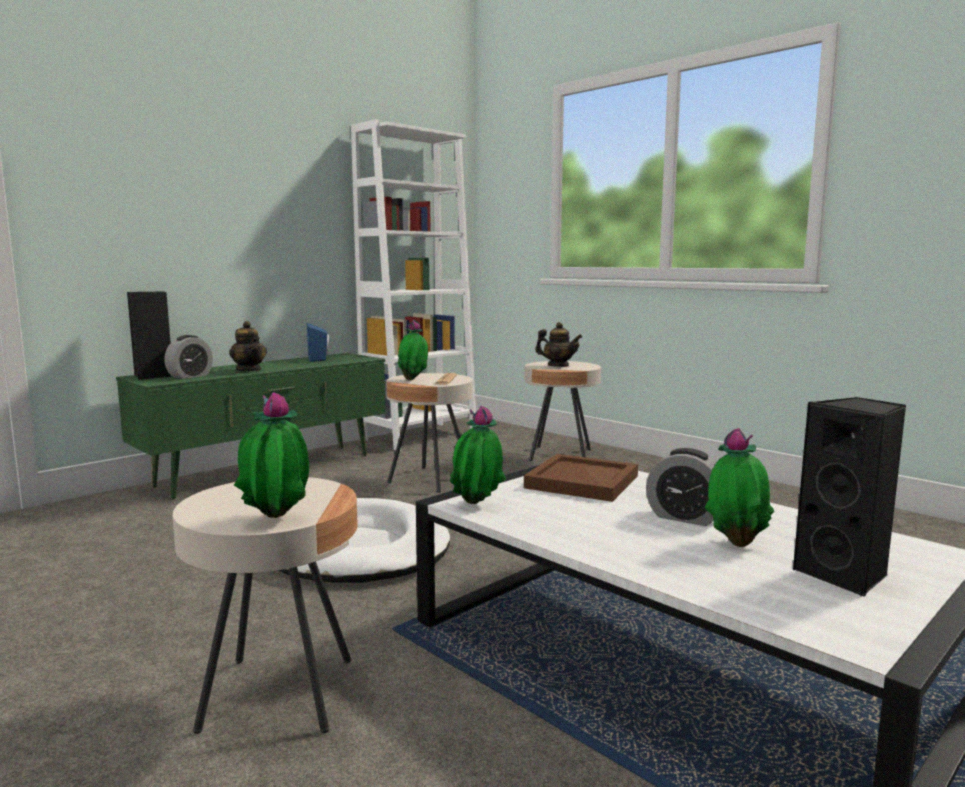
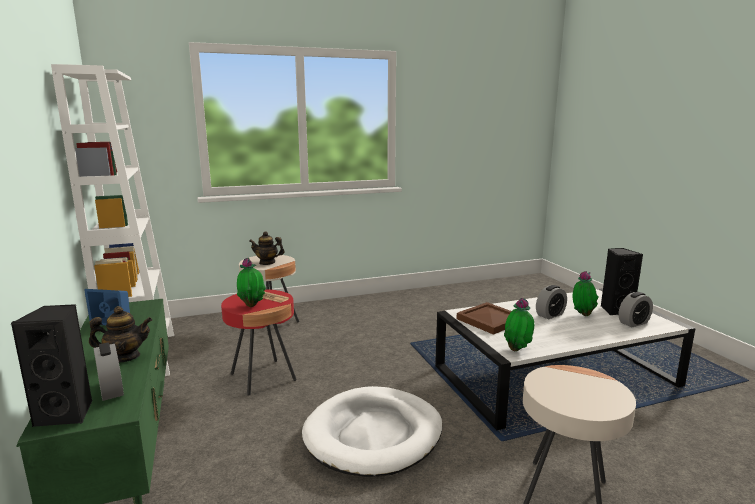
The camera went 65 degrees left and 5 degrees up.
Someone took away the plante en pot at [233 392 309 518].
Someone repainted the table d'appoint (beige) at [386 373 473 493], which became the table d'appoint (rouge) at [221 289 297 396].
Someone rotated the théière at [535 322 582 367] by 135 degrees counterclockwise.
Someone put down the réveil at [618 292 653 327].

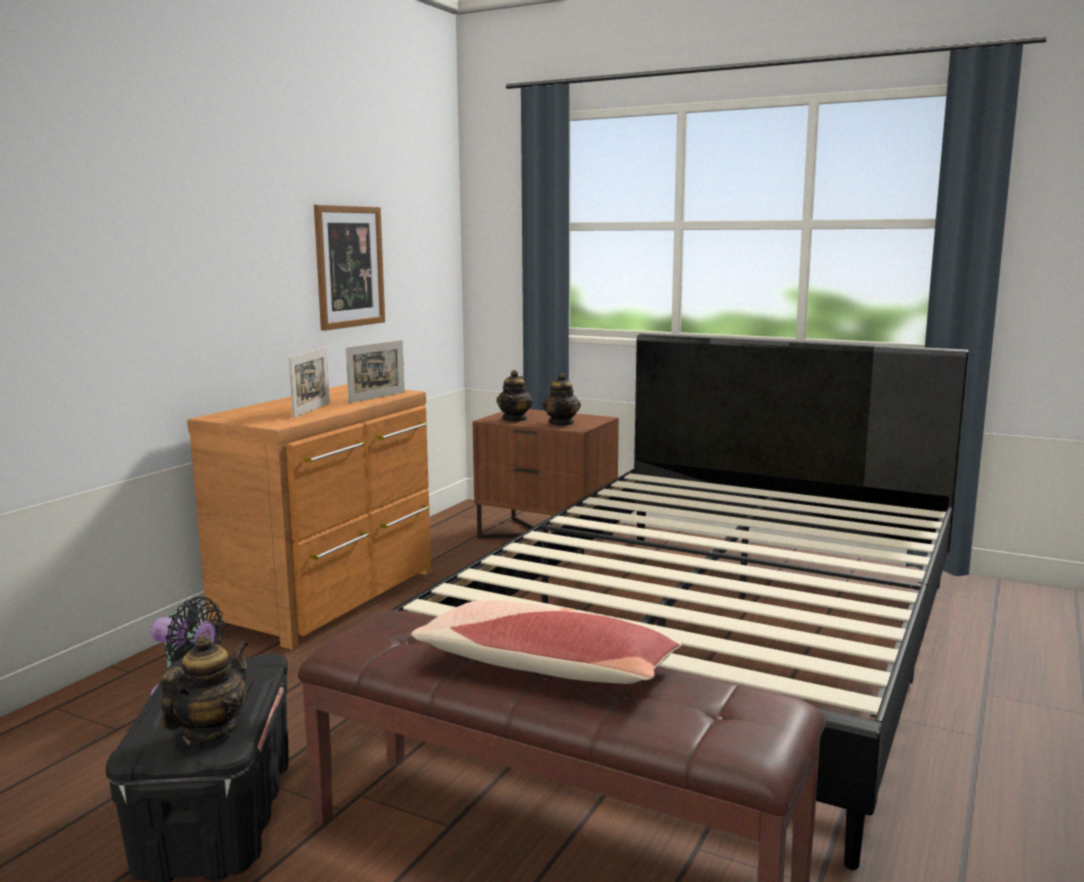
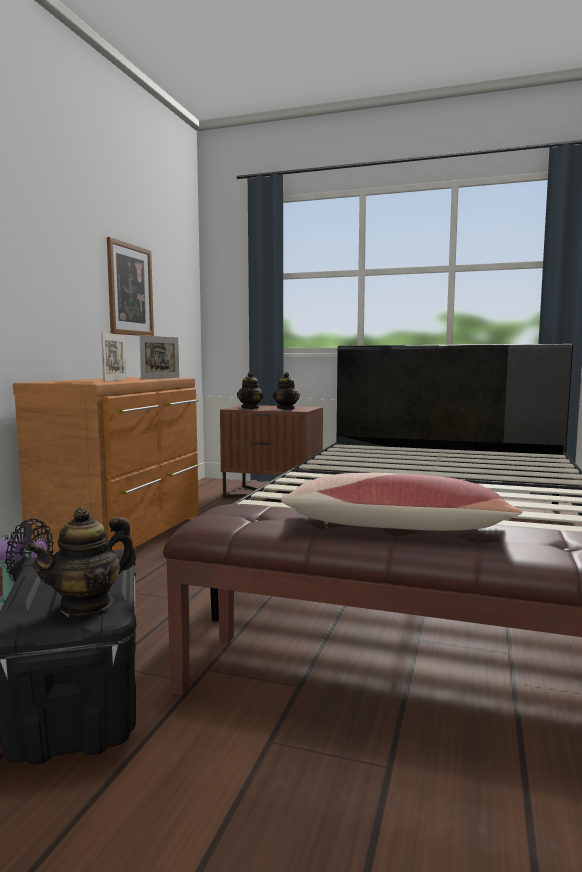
The camera went 10 degrees left and 5 degrees down.
Someone rotated the théière at [161 635 248 742] by 150 degrees counterclockwise.

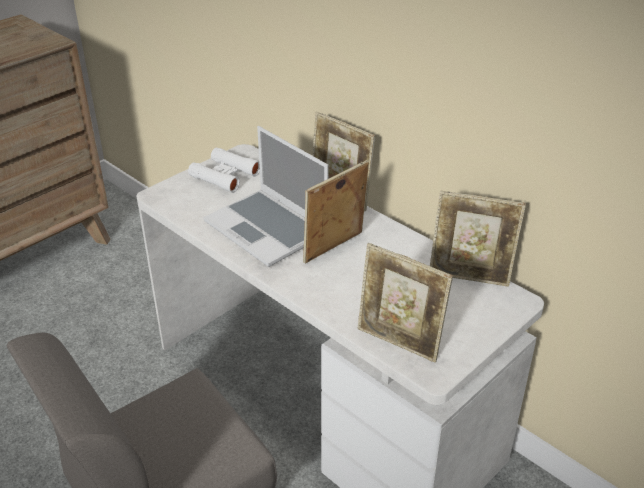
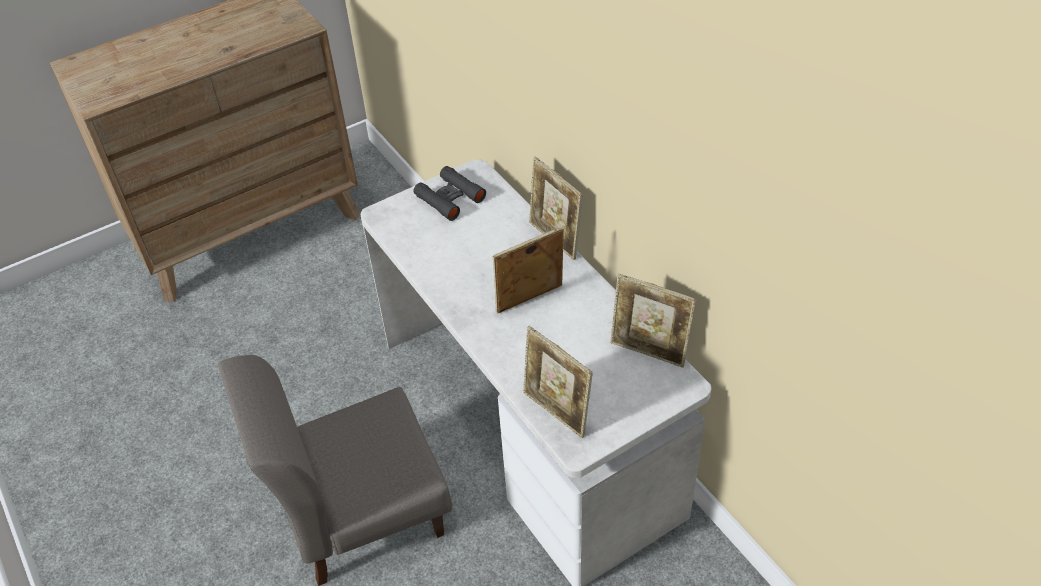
The camera went 15 degrees right and 10 degrees up.
Someone repainted the jumelles (blanc) at [188 148 260 193], which became the jumelles (noir) at [413 166 486 221].
Someone took away the ordinateur portable at [203 126 329 267].

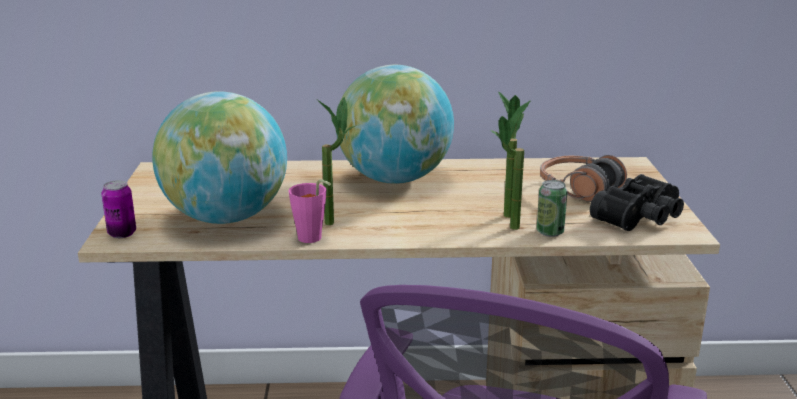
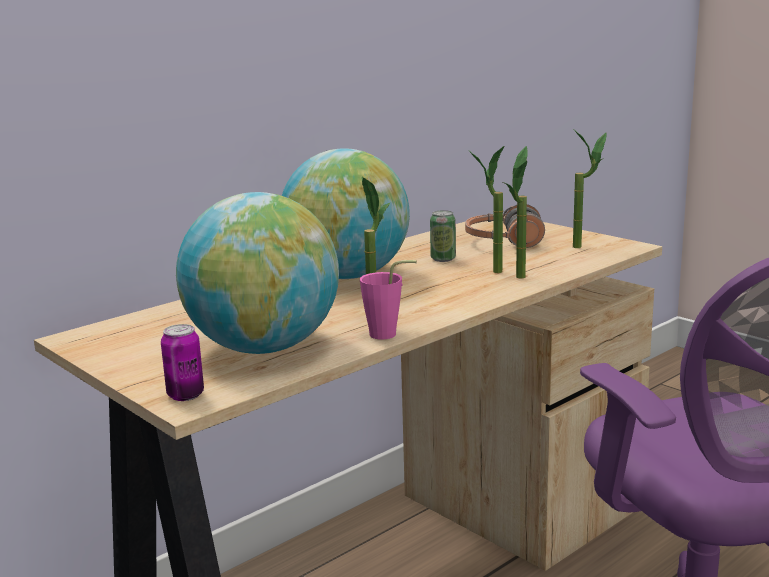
The camera went 40 degrees left and 5 degrees down.
Someone carried the boîte métallique from [536 180 568 237] to [430 210 456 262].
Someone swapped the jumelles (noir) at [590 174 684 231] for the plante en pot at [573 130 606 248].

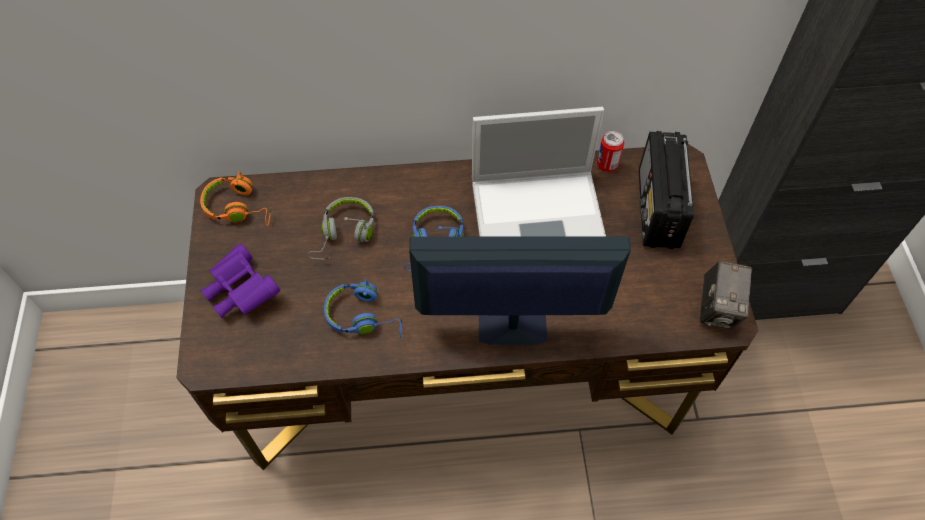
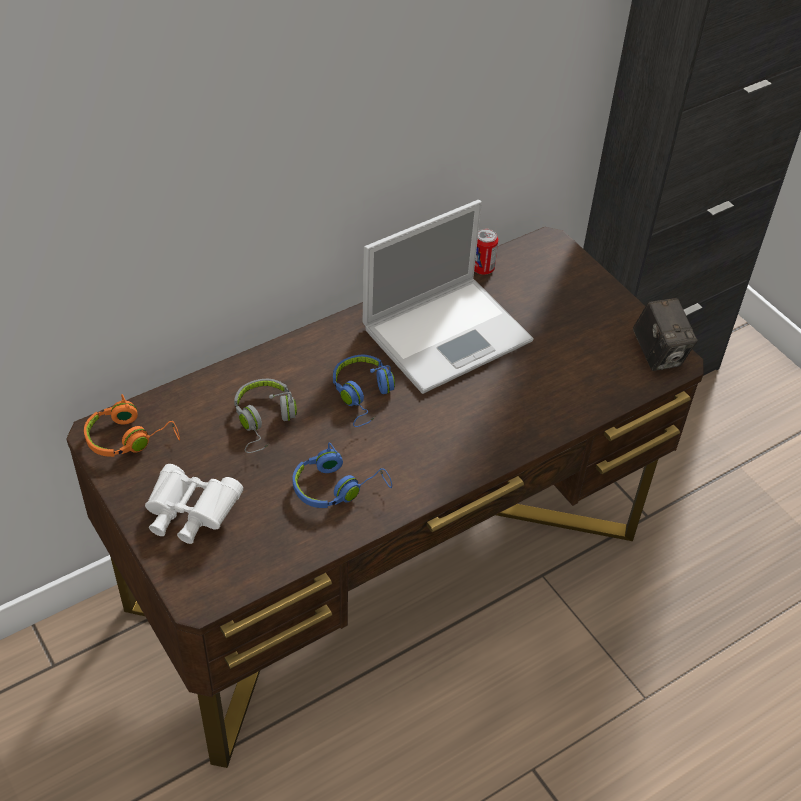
The camera went 30 degrees left and 10 degrees down.
Someone repainted the jumelles (violet) at [200 244 280 318], which became the jumelles (blanc) at [145 464 243 544].
Someone took away the écran d'ordinateur at [409 236 631 345].
Someone took away the radio at [639 131 694 249].

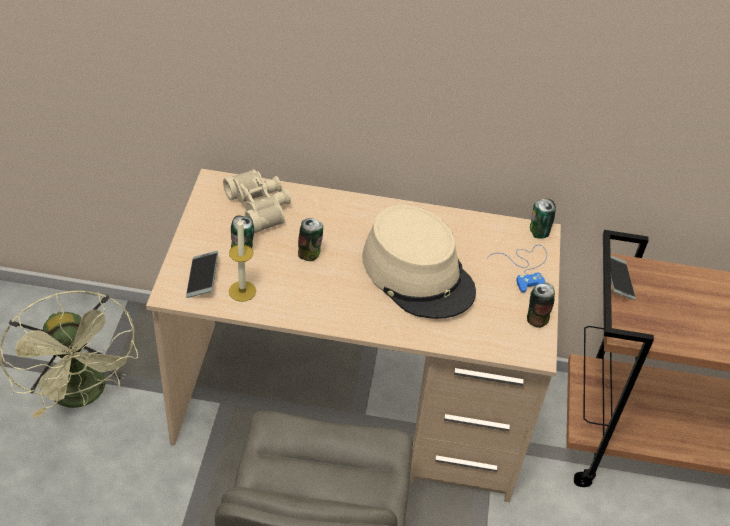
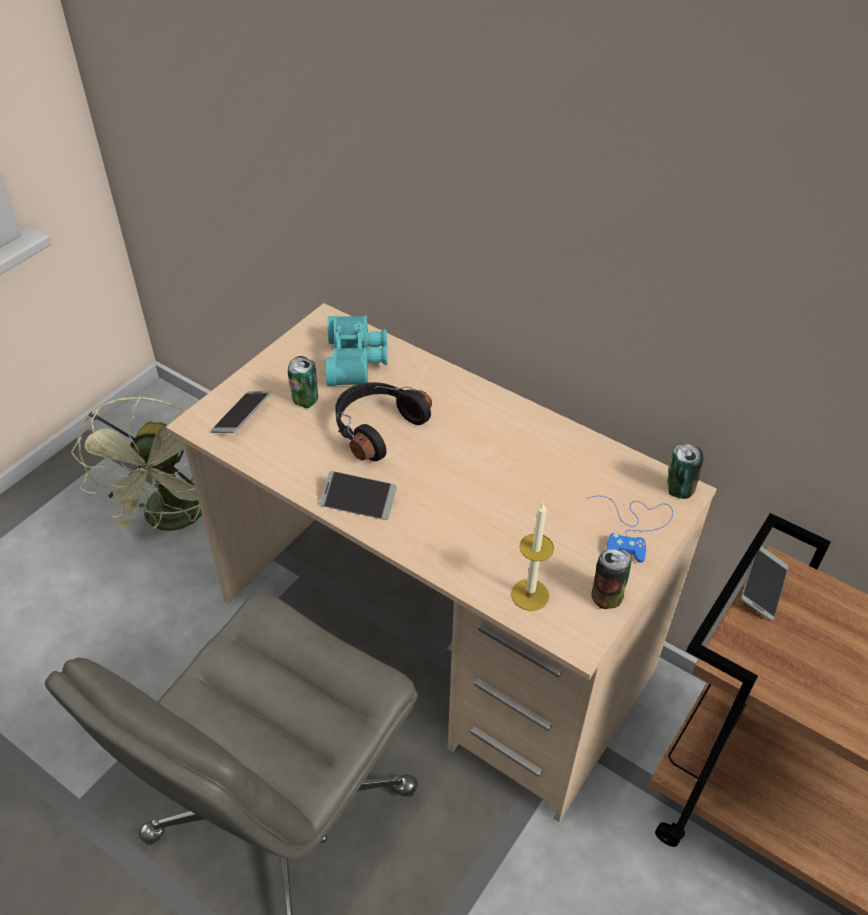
The camera went 30 degrees right and 0 degrees up.
Someone repainted the jumelles (beige) at [223 169 291 233], which became the jumelles (turquoise) at [326 315 388 386].
Someone carried the bougie from [229 219 256 302] to [511 503 554 611].
Someone swapped the boîte métallique at [298 218 323 261] for the casque audio (noir) at [335 382 432 461].
Someone took away the chapeau (beige) at [362 205 476 319].
Someone put down the téléphone at [320 471 397 520].

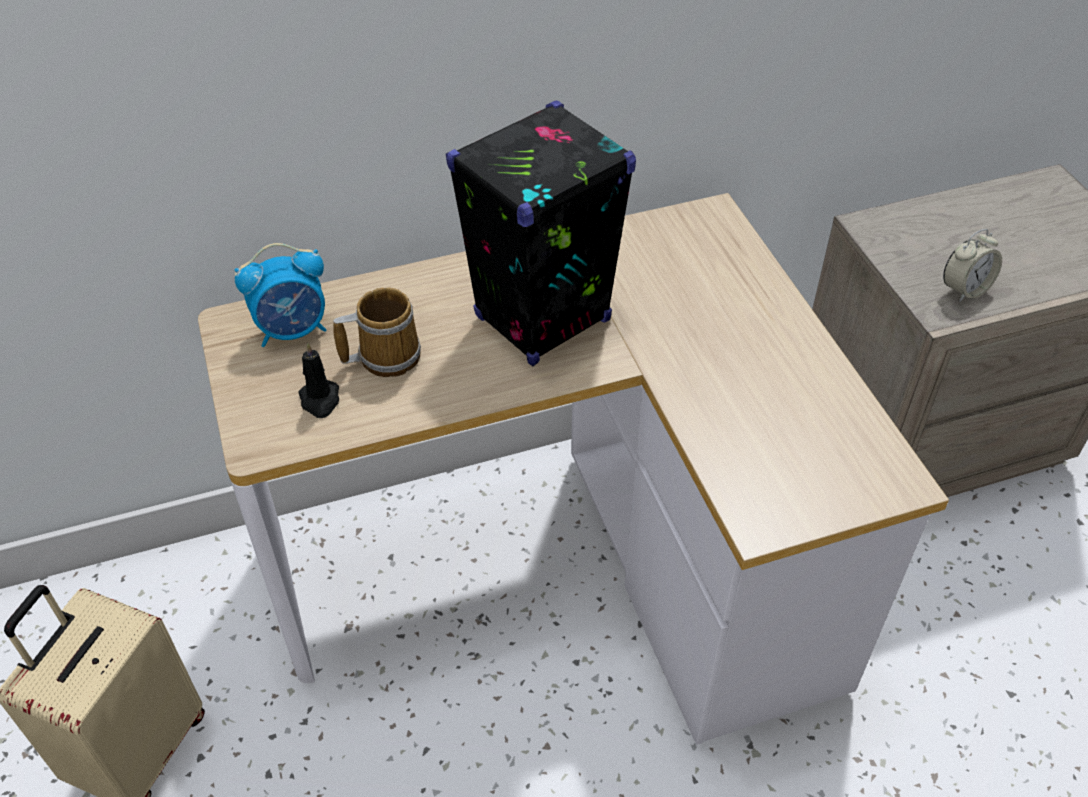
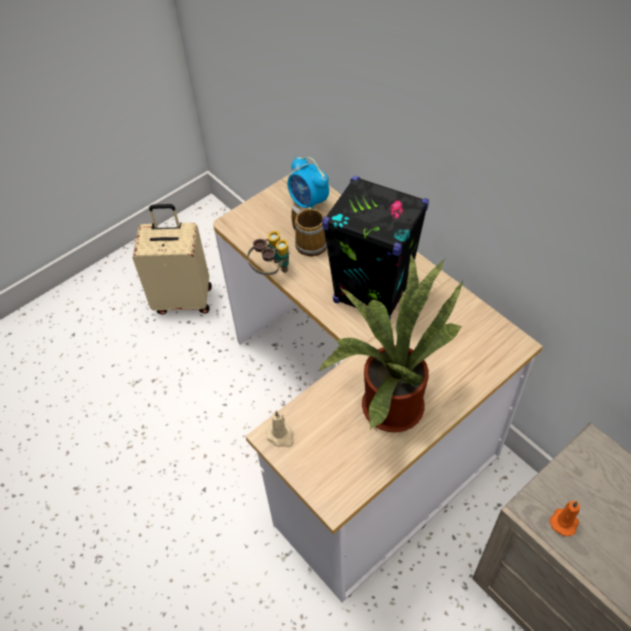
The camera went 70 degrees right and 5 degrees up.
Someone took away the bougie (noir) at [298 342 339 418].
Someone swapped the réveil at [943 229 1002 302] for the bougie (orange) at [550 501 580 536].
Someone put down the jumelles at [247 231 289 275].
Someone put down the bougie (beige) at [266 410 294 447].
Someone put down the plante en pot at [318 252 463 432].

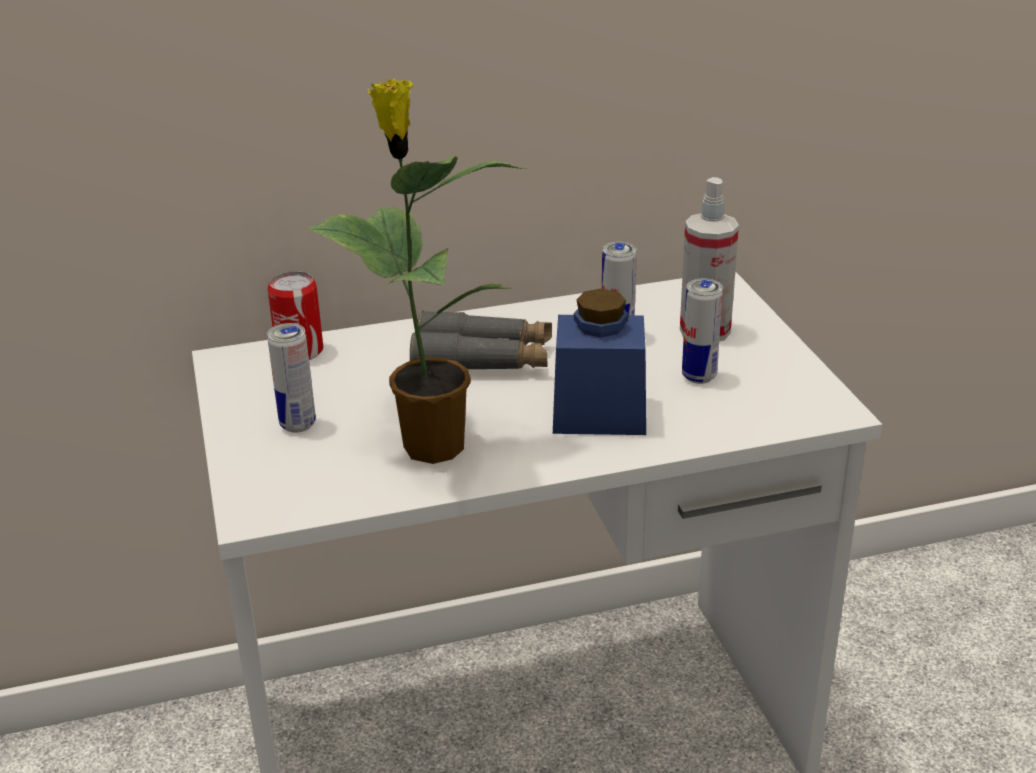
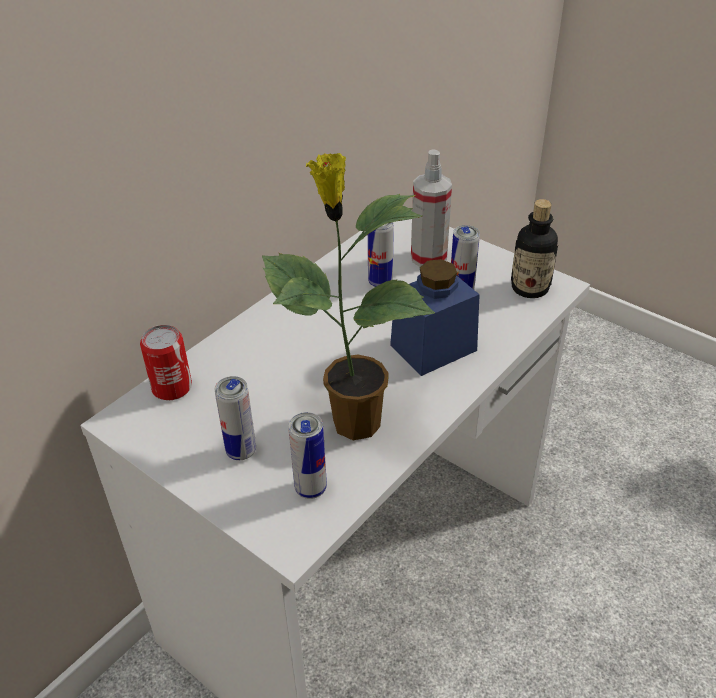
The camera went 35 degrees left and 10 degrees up.
Someone took away the jumelles (gris) at [410 310 552 369].
Someone put down the boîte métallique at [288 412 327 499].
Someone put down the bouteille at [511 199 558 298].

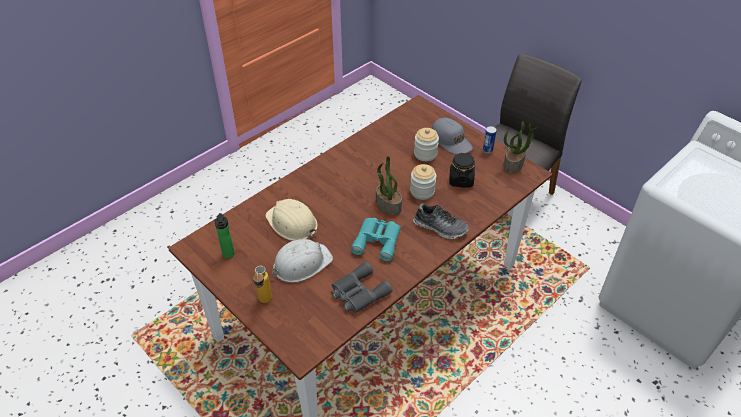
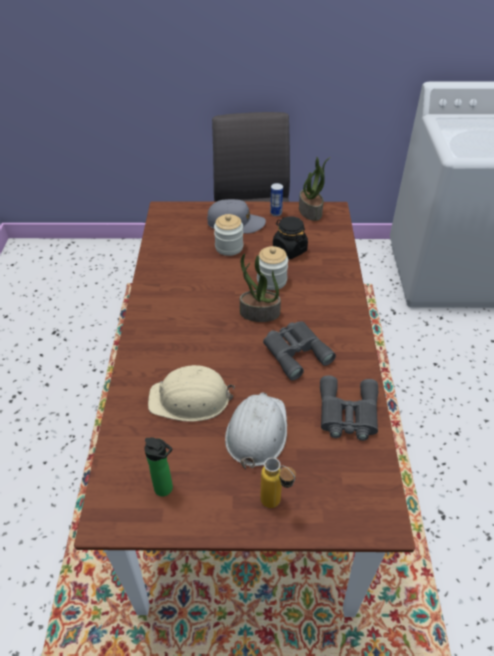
The camera went 45 degrees left and 0 degrees up.
Someone repainted the jumelles (turquoise) at [351 218 401 261], which became the jumelles (gris) at [263 322 336 381].
Someone took away the chaussure at [413 203 469 239].

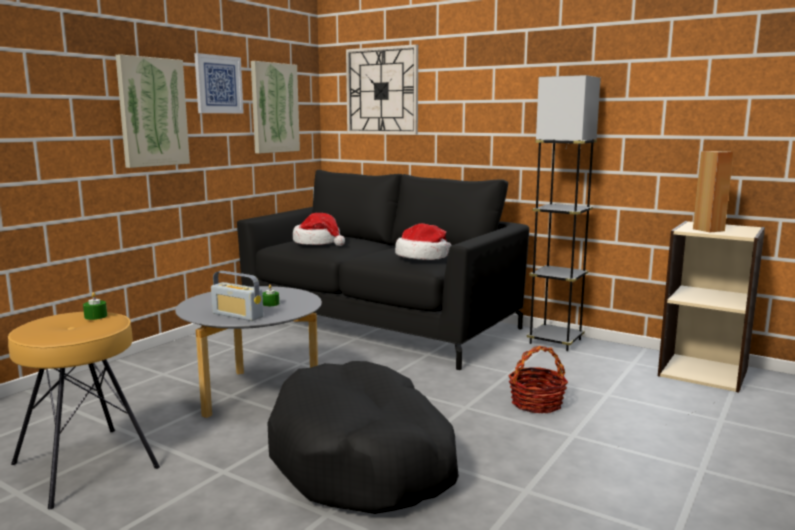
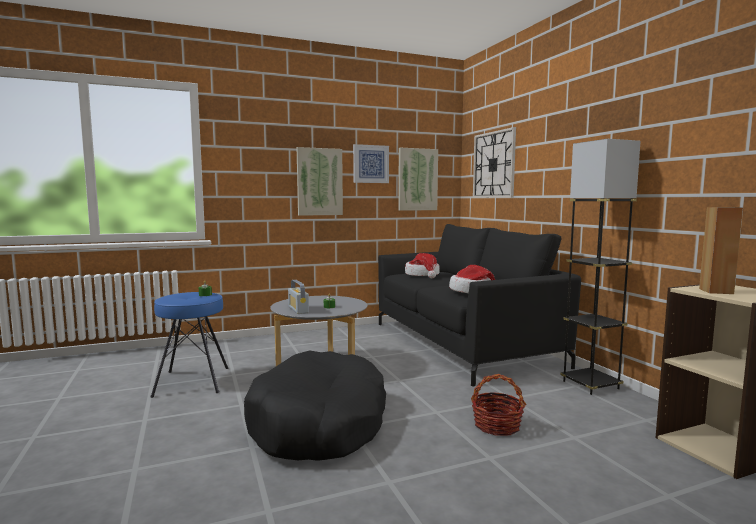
The camera went 35 degrees right and 5 degrees down.
Someone repainted the tabouret (marron) at [8 312 160 509], which became the tabouret (bleu) at [150 292 229 398].

